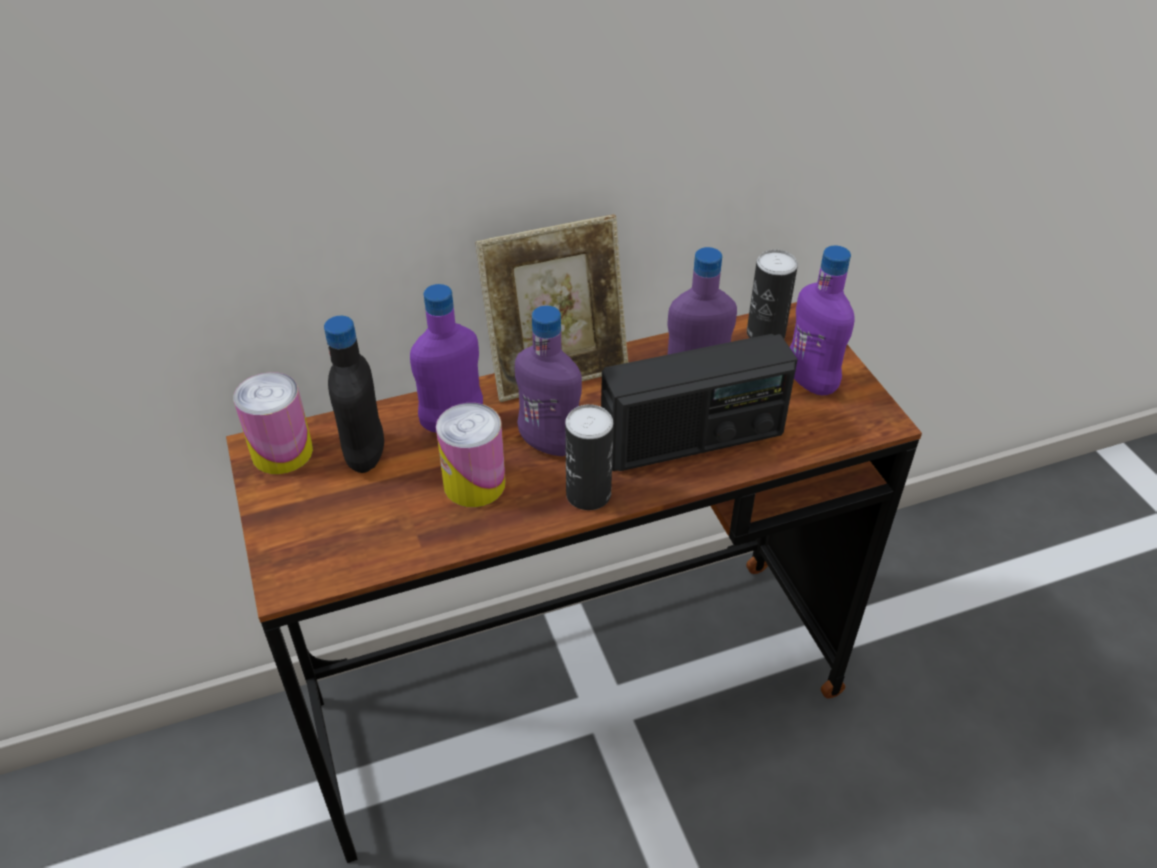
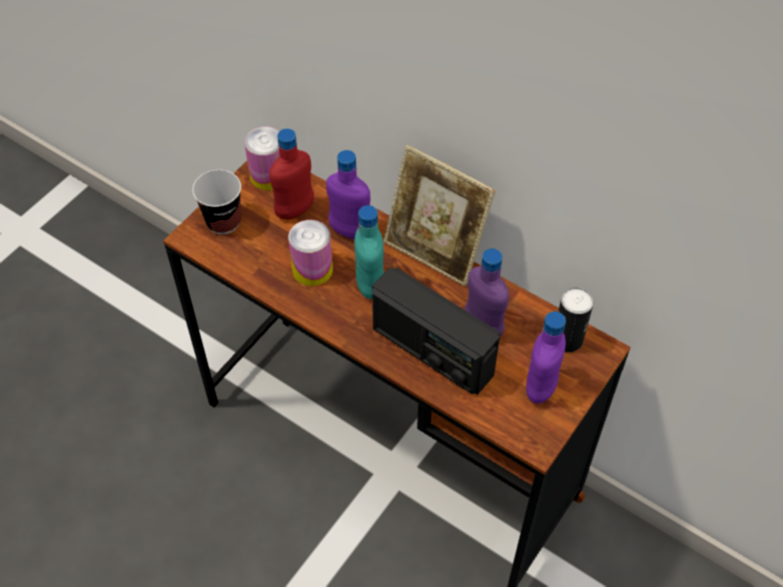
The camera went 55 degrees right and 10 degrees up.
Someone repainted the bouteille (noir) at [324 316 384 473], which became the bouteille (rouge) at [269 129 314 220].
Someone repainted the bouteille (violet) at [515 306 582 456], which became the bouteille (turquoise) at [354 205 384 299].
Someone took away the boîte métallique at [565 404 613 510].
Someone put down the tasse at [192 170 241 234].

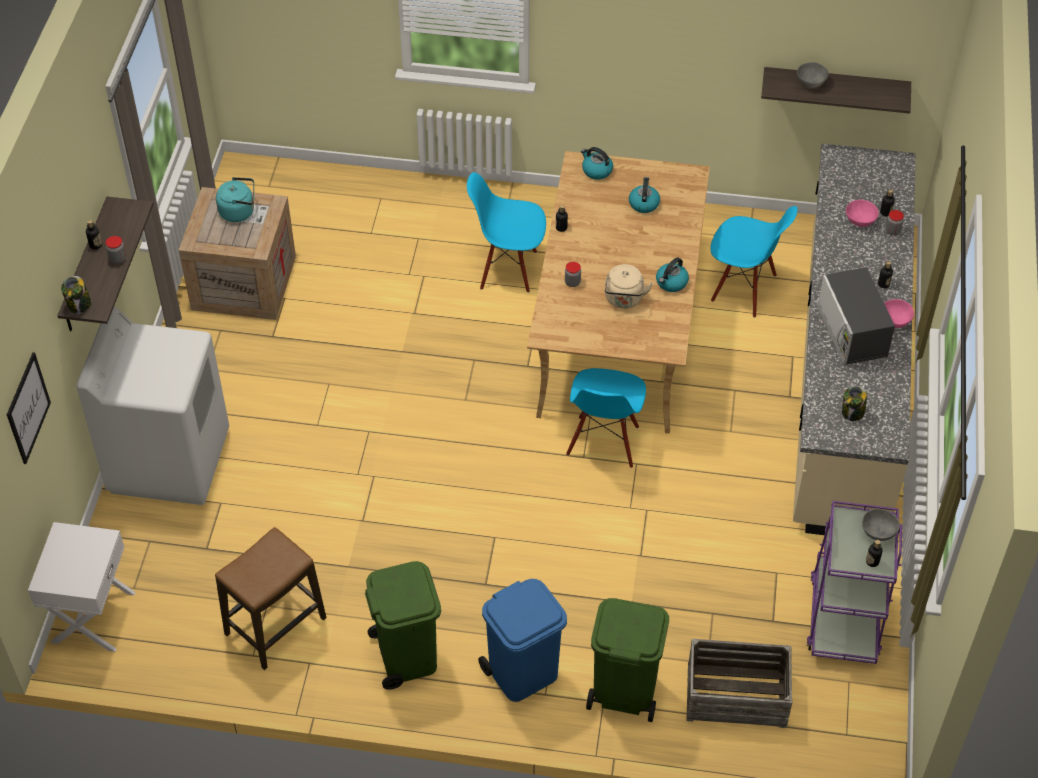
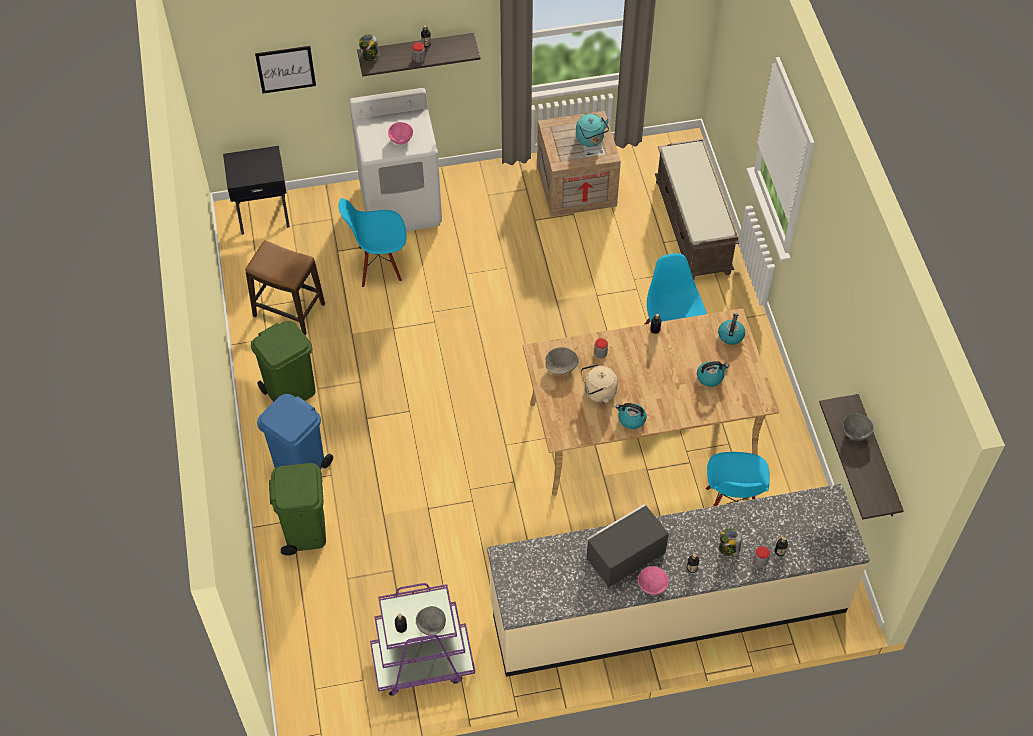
The camera went 70 degrees right and 5 degrees up.
Someone repainted the table de chevet (blanc) at [28 522 135 652], which became the table de chevet (noir) at [223 146 290 235].
Someone carried the chaise (bleu) from [566 368 646 468] to [339 198 407 287].
Someone took away the caisse at [687 639 792 728].
Someone carried the bocal from [842 386 867 421] to [719 528 742 557].
Someone carried the bol (rose) from [846 200 879 227] to [388 122 413 145].
Someone put down the bol (gris) at [545 347 579 375].
Someone put down the banc (marron) at [655 139 739 280].

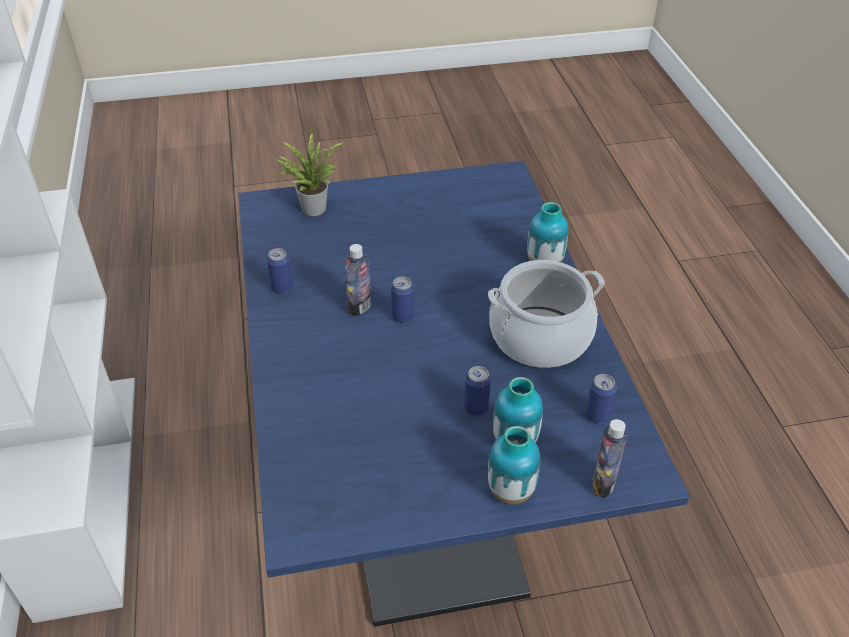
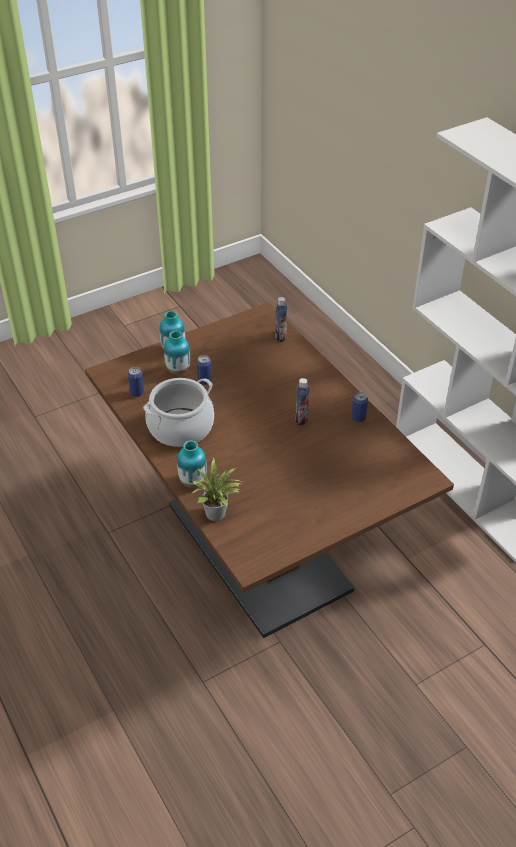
The camera went 160 degrees right and 0 degrees up.
Someone repainted the table à manger (bleu) at [238 161 690 627], which became the table à manger (marron) at [85 302 454 638].
Someone carried the plante en pot from [276 133 344 216] to [191 458 244 521].
Someone took away the boîte métallique at [391 277 414 323].
Someone carried the bouteille from [592 419 627 498] to [275 297 287 342].

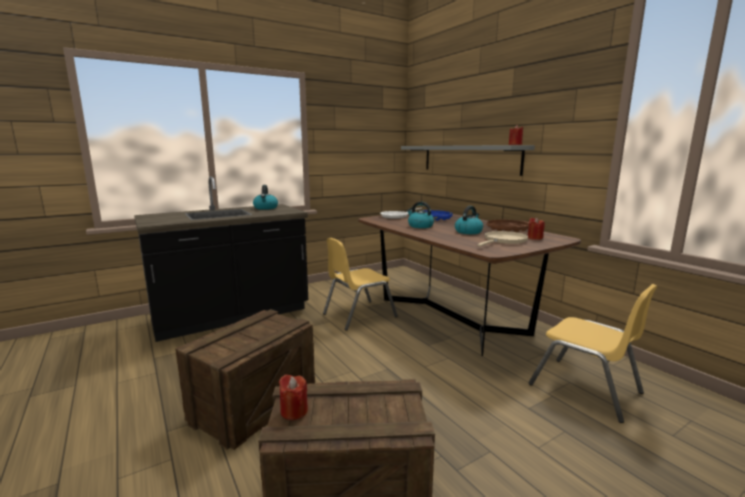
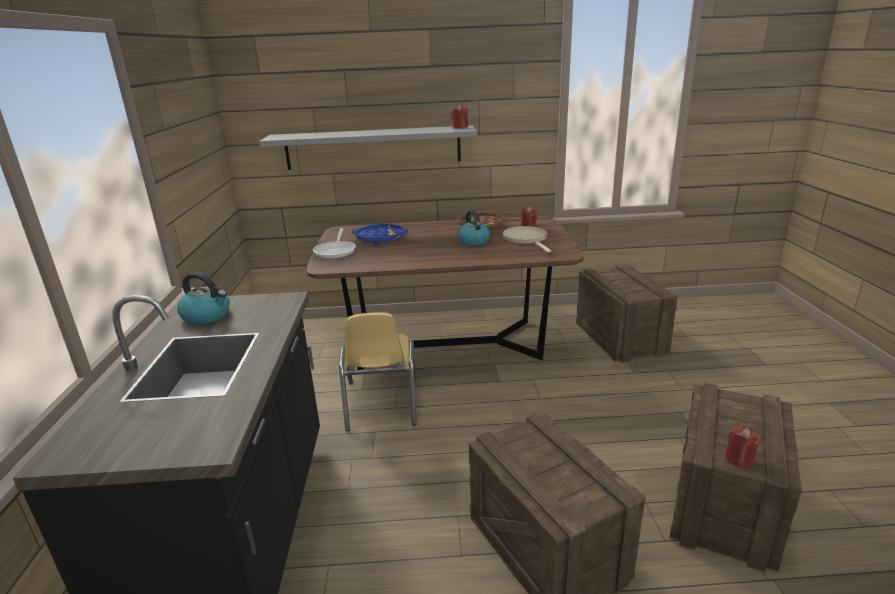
The camera went 60 degrees left and 10 degrees up.
Someone took away the bouilloire at [407 202 434 228].
Someone swapped the chaise (jaune) at [528 284 657 423] for the caisse at [576 264 678 363].

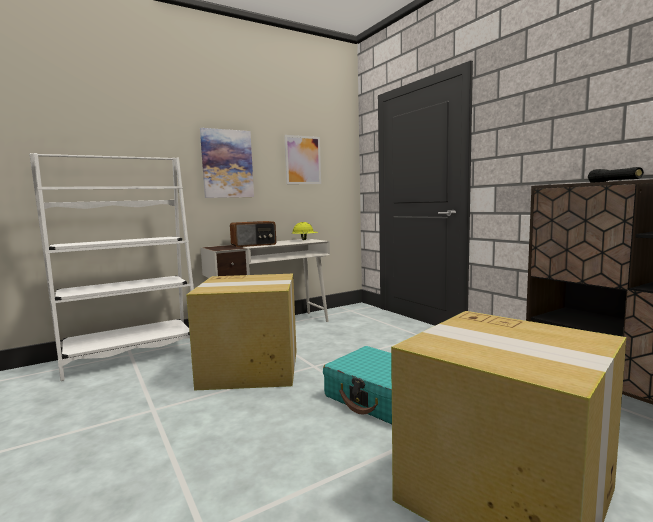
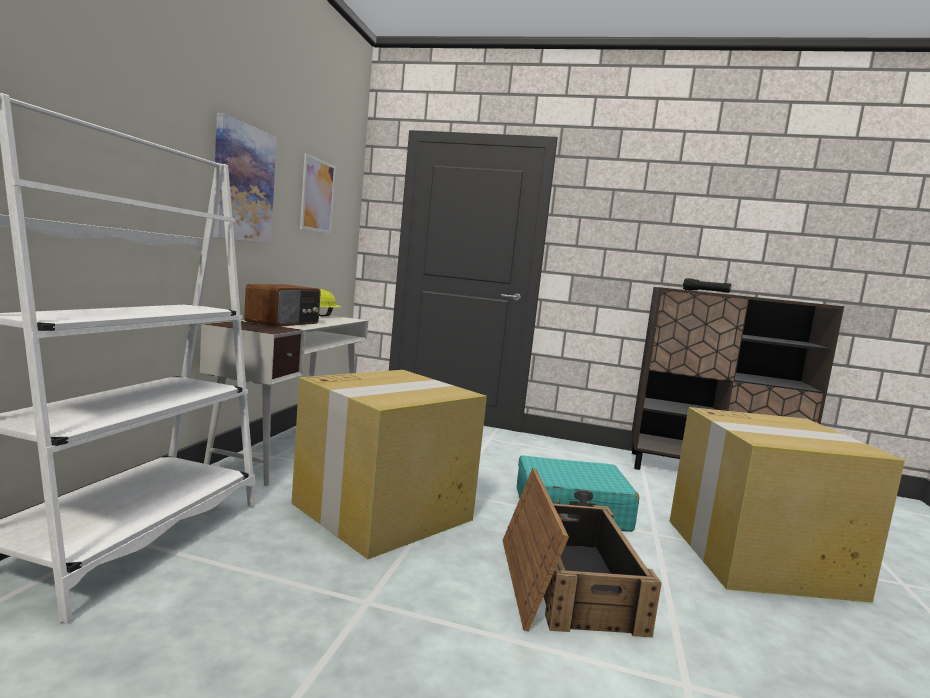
The camera went 45 degrees left and 0 degrees up.
Someone put down the caisse at [502 468 662 637].

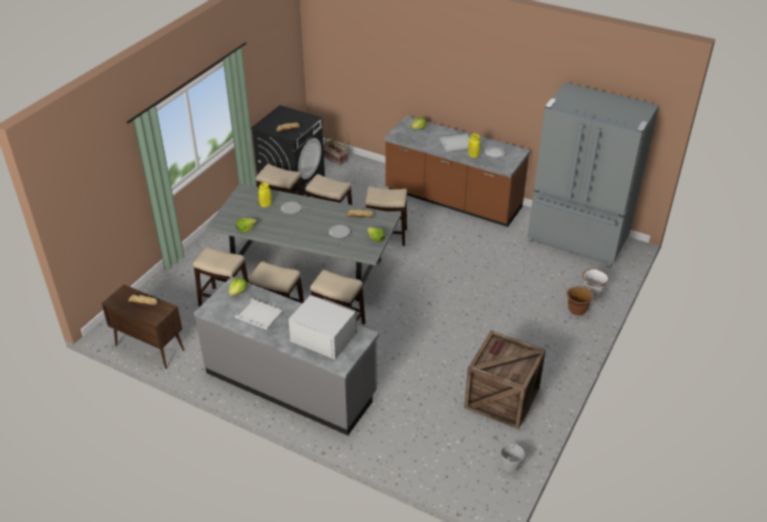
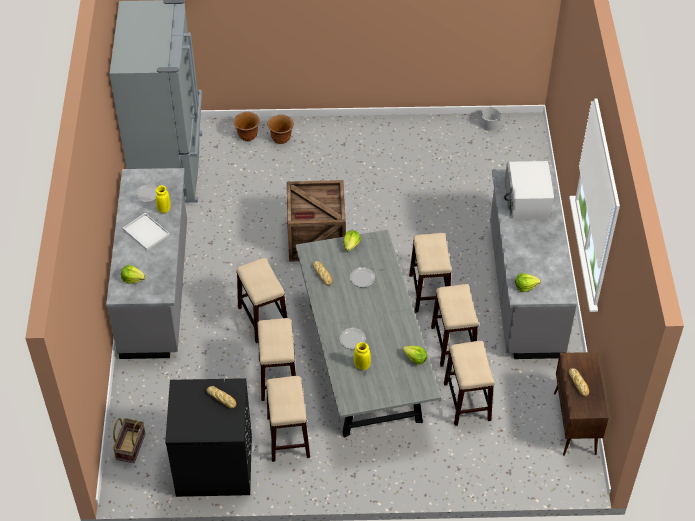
The camera went 120 degrees left and 10 degrees up.
Someone took away the plateau (blanc) at [235 298 283 330].
Someone repainted the comptoir de cuisine (marron) at [384 116 530 227], which became the comptoir de cuisine (gris) at [106 168 187 359].
Someone carried the caisse from [464 330 546 429] to [287 180 346 262].
Someone repainted the cache-pot (blanc) at [582 269 609 297], which became the cache-pot (marron) at [233 112 260 141].

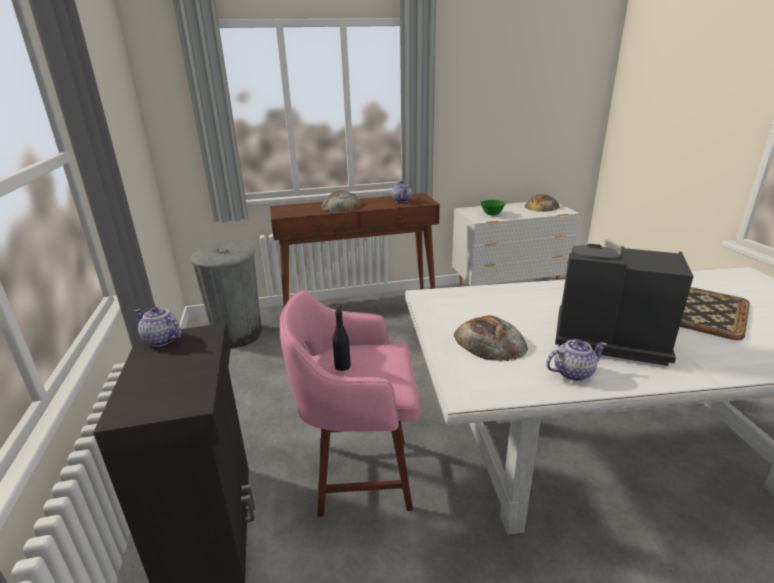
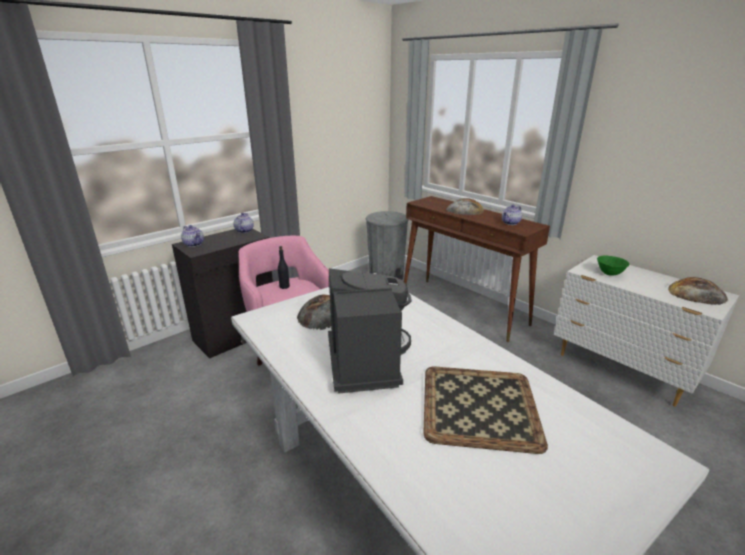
The camera went 60 degrees right and 0 degrees up.
Someone carried the théière from [546 339 607 381] to [181 225 204 247].

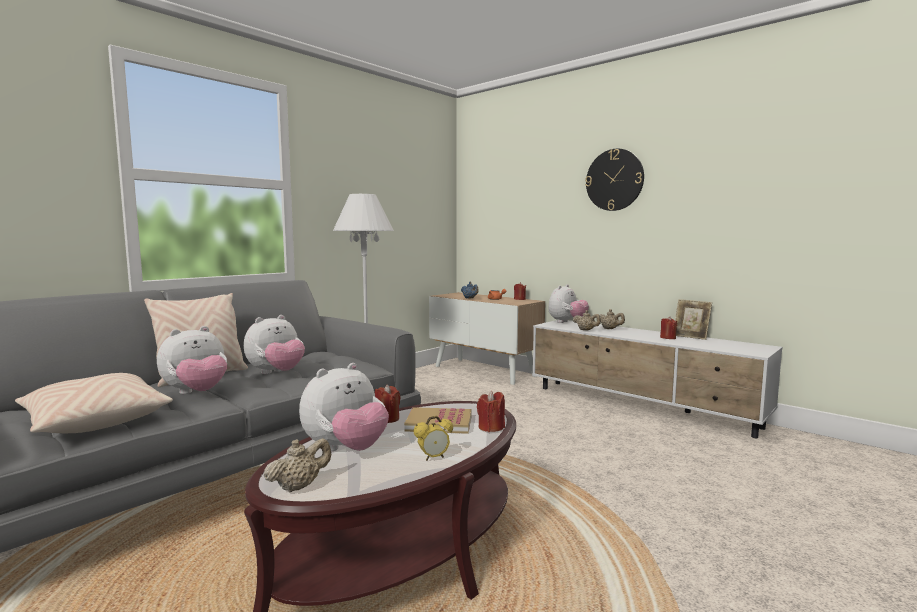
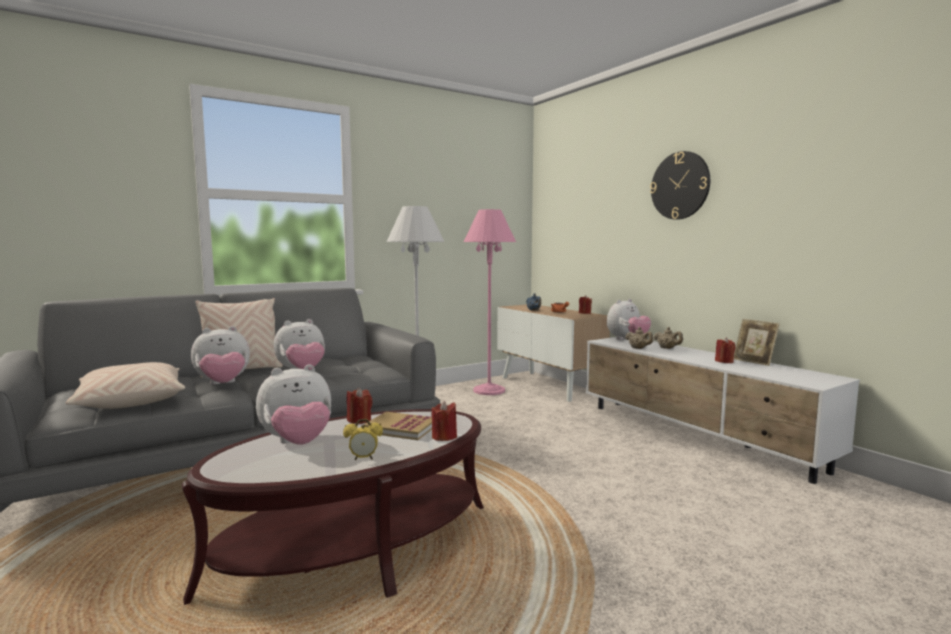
The camera went 15 degrees right and 0 degrees up.
Someone took away the théière (beige) at [264 438 331 492].
Someone put down the lampadaire (rose) at [463 209 516 395].

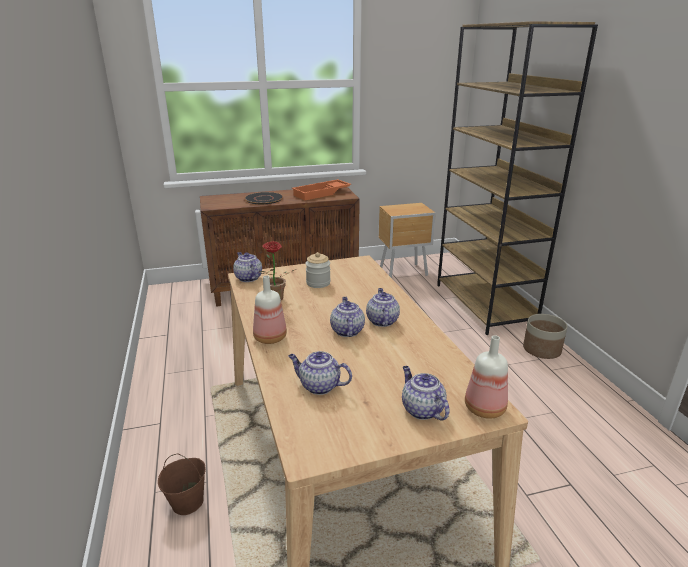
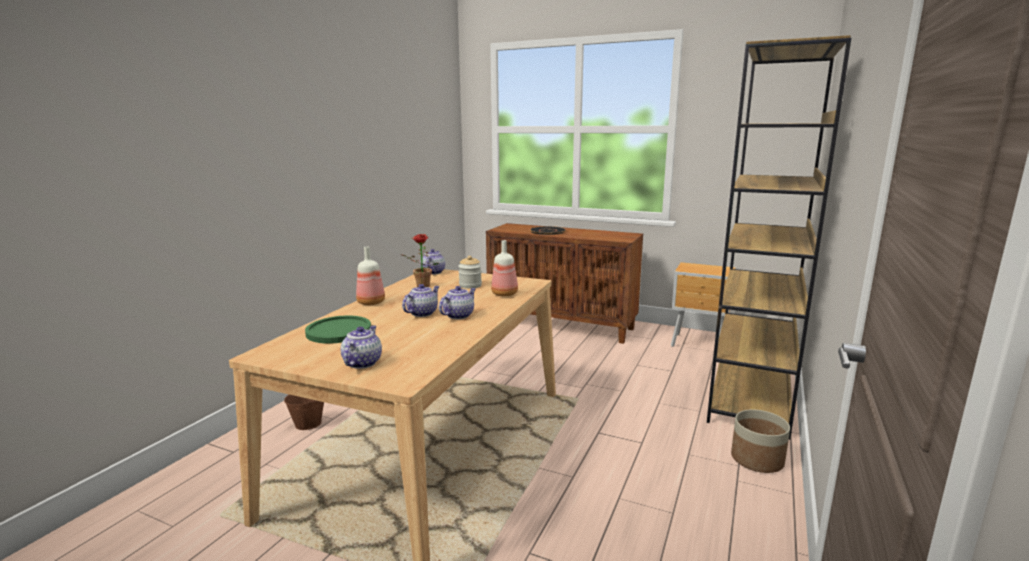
The camera went 40 degrees right and 10 degrees down.
Someone swapped the théière at [288 351 352 395] for the assiette (vert) at [305 315 371 343].
Someone took away the plateau (orange) at [292 179 351 200].
Someone carried the bouteille from [465 335 508 419] to [491 240 518 296].

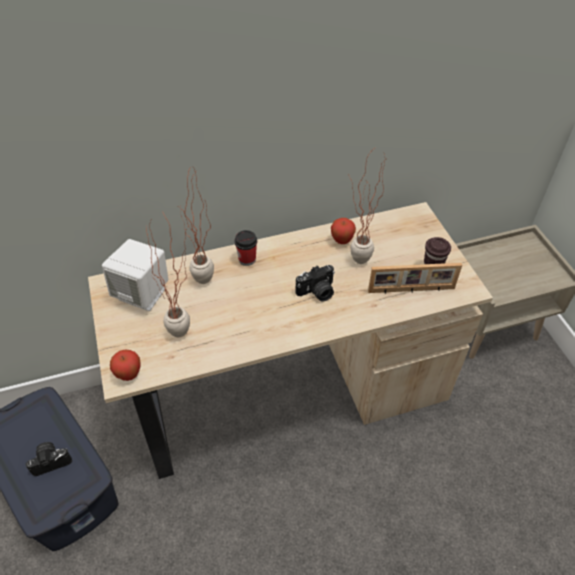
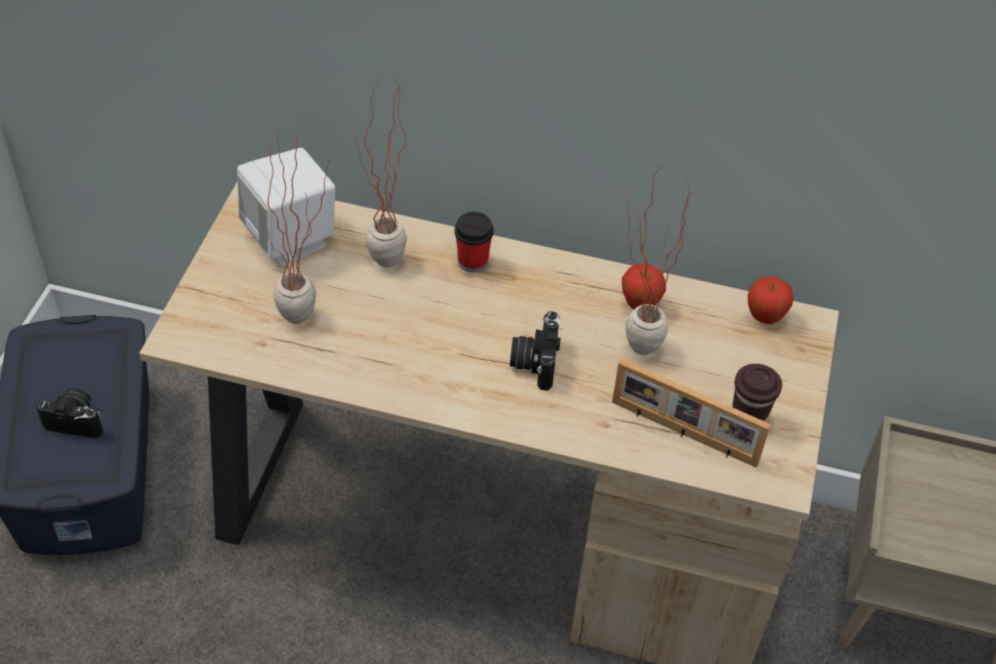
The camera went 30 degrees right and 0 degrees up.
Someone carried the pomme from [110 350 141 381] to [748 276 794 324].
Someone rotated the appareil photo at [295 265 335 302] by 90 degrees clockwise.

